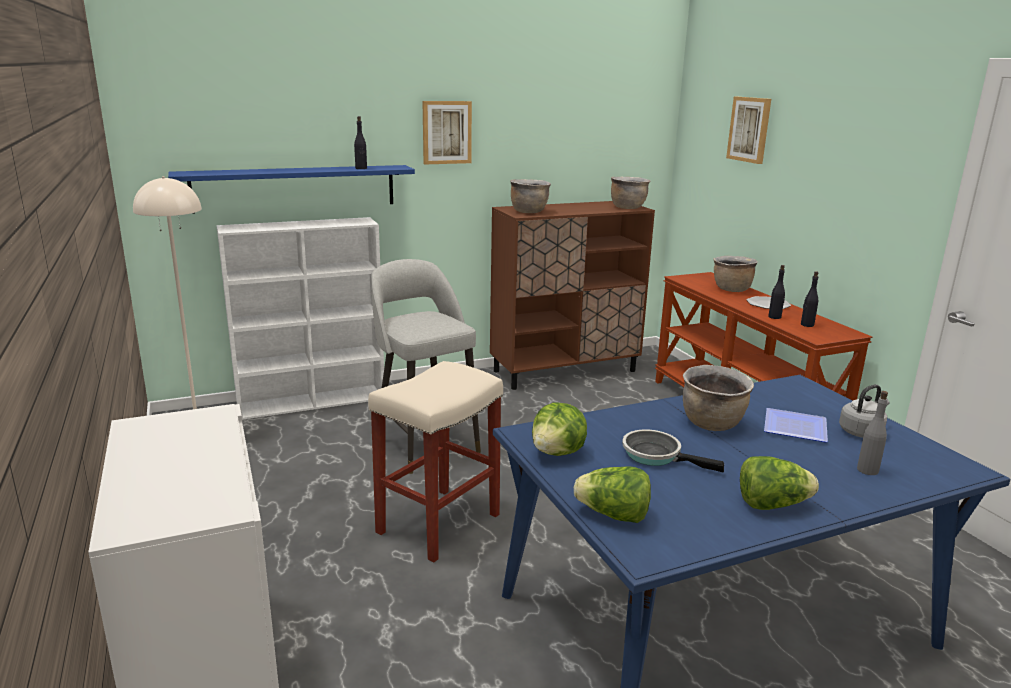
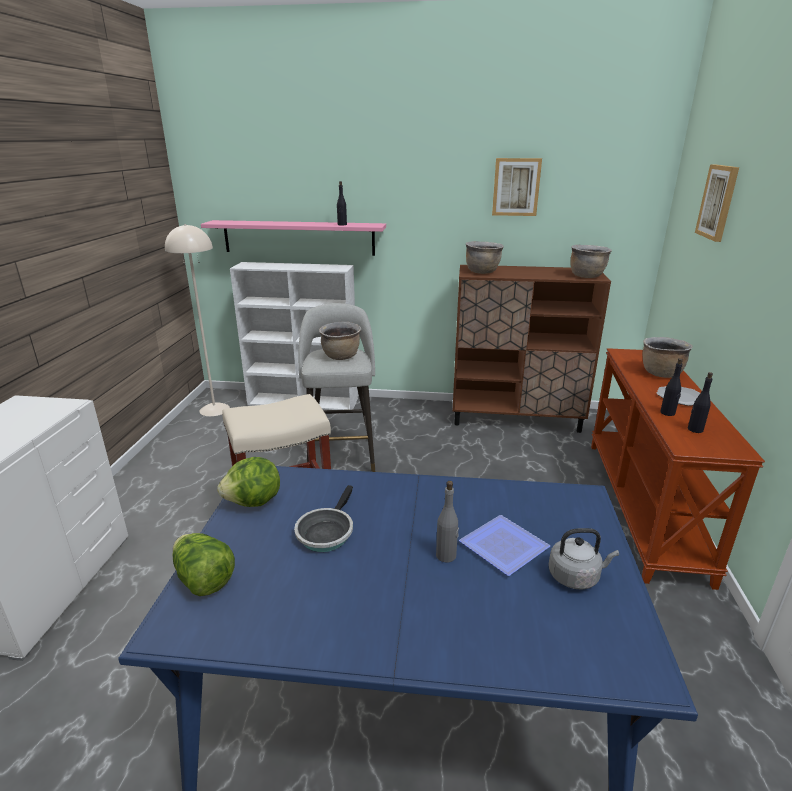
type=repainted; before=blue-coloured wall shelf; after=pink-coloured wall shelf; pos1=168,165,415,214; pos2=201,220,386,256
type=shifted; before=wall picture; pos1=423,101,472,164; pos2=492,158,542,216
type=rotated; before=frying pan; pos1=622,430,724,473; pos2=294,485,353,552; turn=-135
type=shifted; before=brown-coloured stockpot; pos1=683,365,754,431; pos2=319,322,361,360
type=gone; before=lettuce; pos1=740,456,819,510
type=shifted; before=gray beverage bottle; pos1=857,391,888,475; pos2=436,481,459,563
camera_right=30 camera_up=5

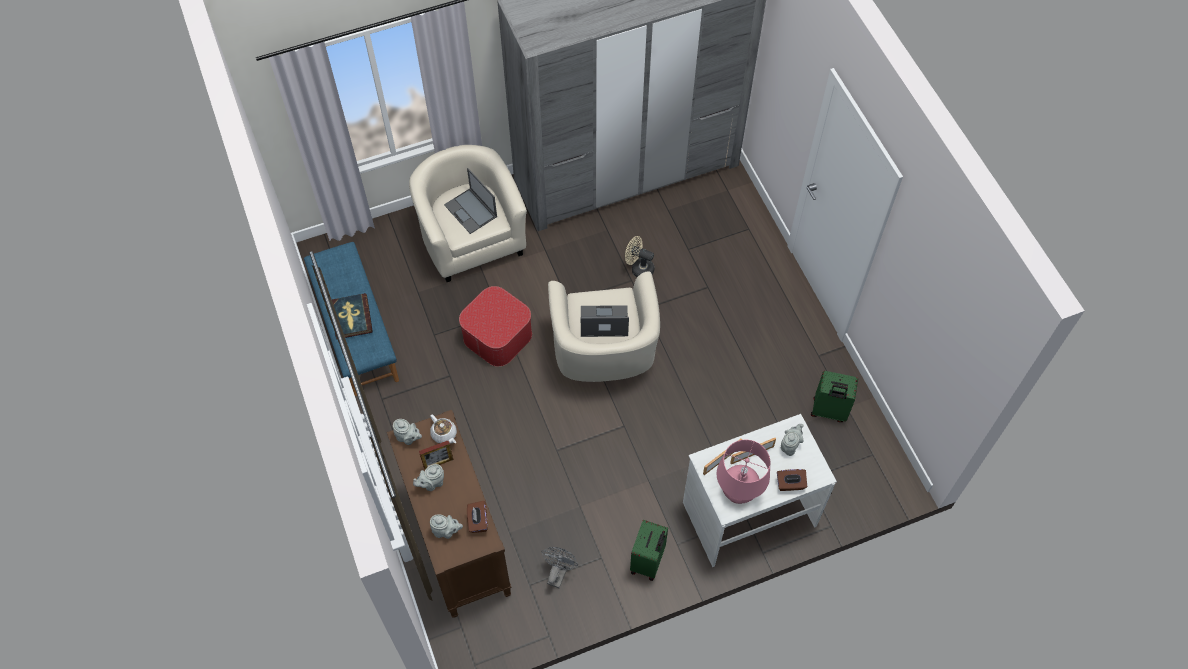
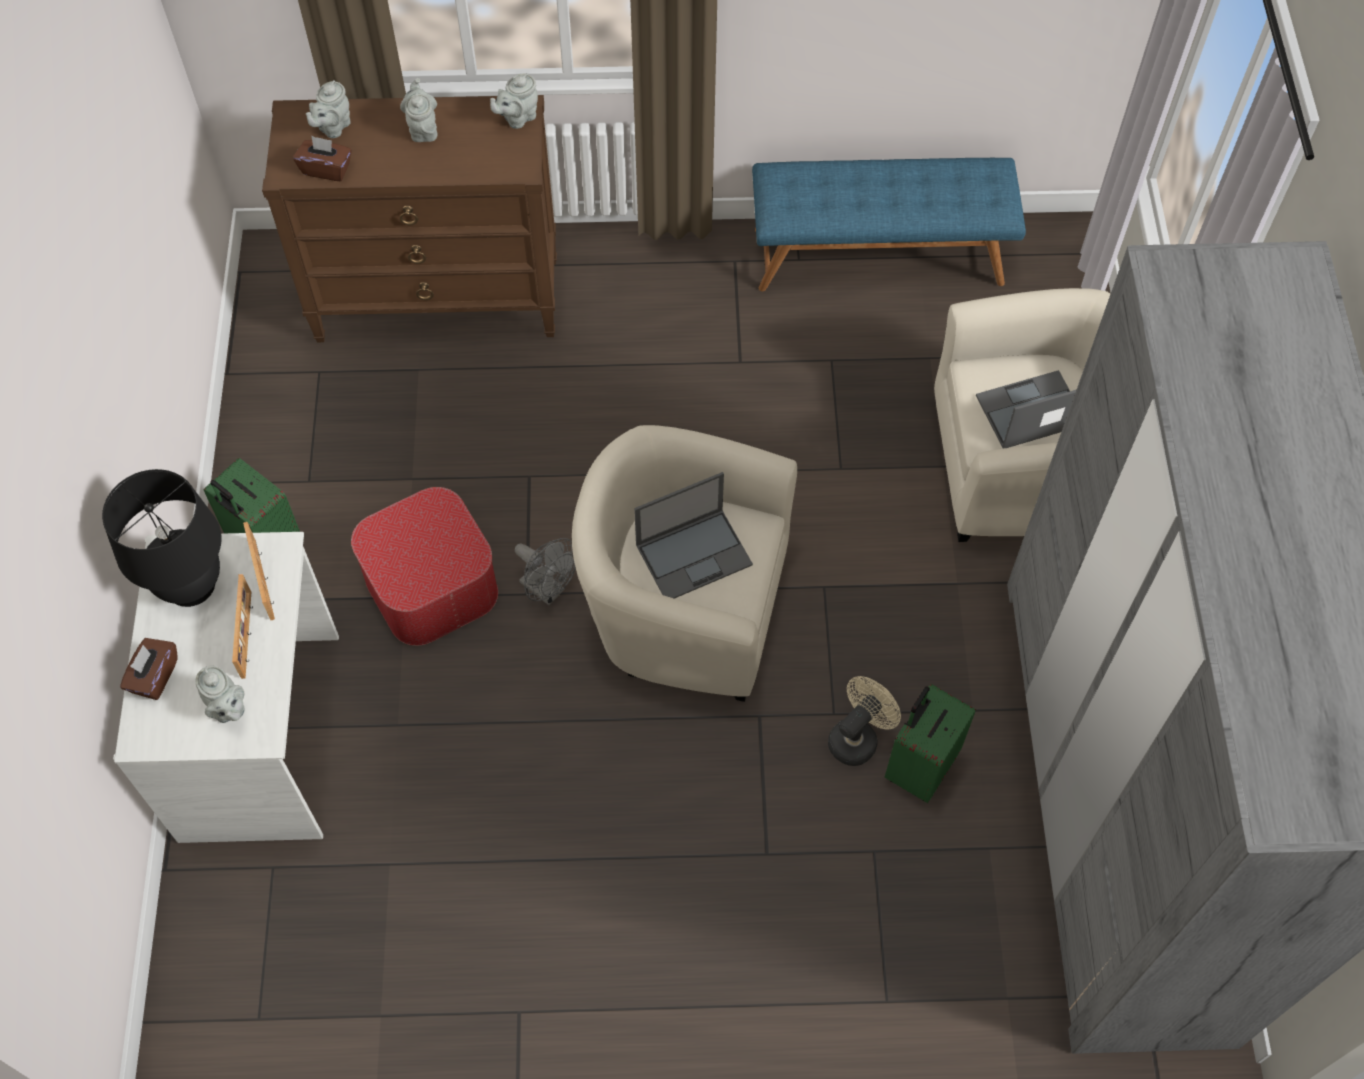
type=gone; before=book; pos1=332,293,373,339
type=gone; before=standing frame; pos1=419,441,454,470
type=gone; before=white-coloured teapot; pos1=430,414,457,443
type=shifted; before=ottoman; pos1=459,286,532,367; pos2=351,487,498,646
type=shifted; before=gray cooling fan; pos1=541,547,578,588; pos2=515,538,576,605
type=rotated; before=notebook computer; pos1=581,305,629,337; pos2=634,472,753,599; turn=45
type=repainted; before=pink-coloured tabletop lamp; after=black-coloured tabletop lamp; pos1=717,440,770,504; pos2=102,469,222,607
type=shifted; before=green-coloured suitcase; pos1=811,371,858,422; pos2=885,684,976,803
camera_right=110 camera_up=0

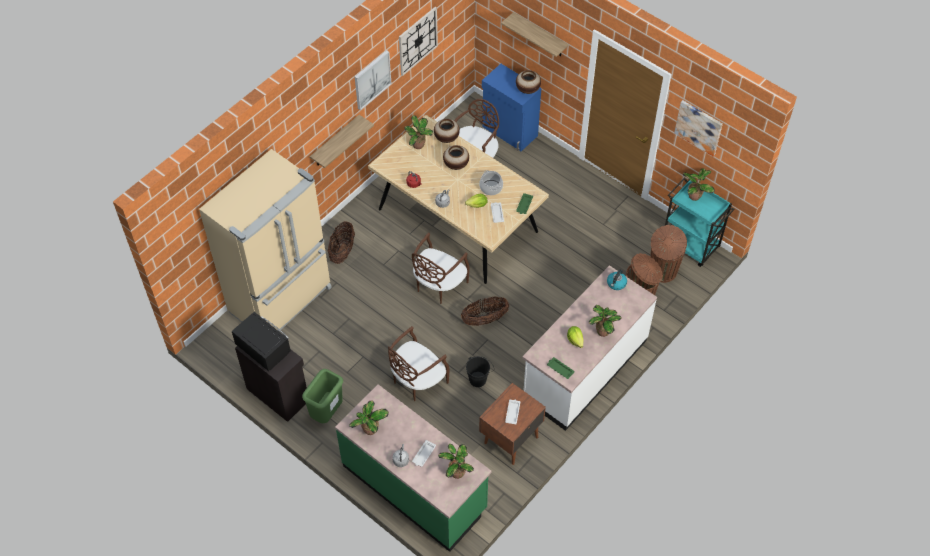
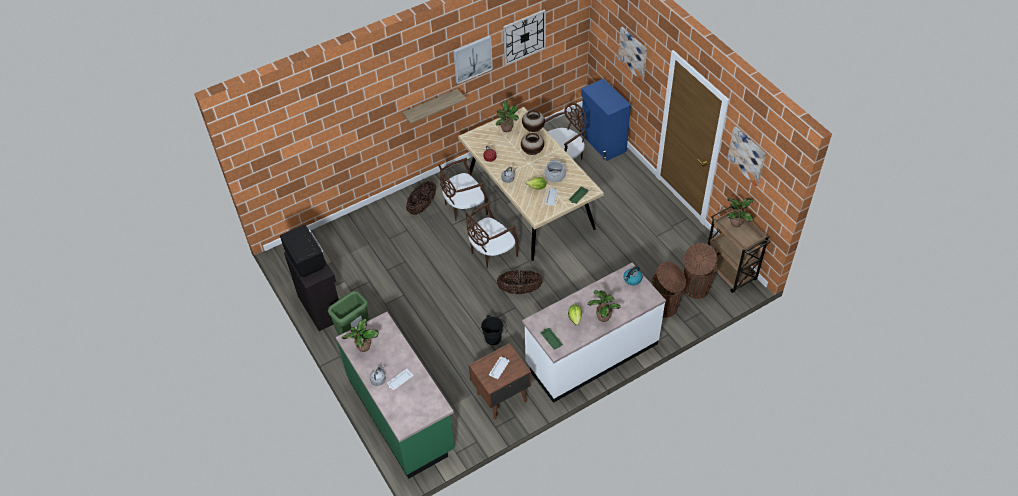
type=gone; before=beige refrigerator; pos1=199,149,332,331
type=shifted; before=brown-coloured plain chair; pos1=388,326,450,401; pos2=439,158,488,221
type=gone; before=houseplant; pos1=438,444,474,479
type=swapped; before=wall shelf; after=wall picture; pos1=501,12,569,57; pos2=618,27,647,82
type=gone; before=flower vase; pos1=516,70,541,94
type=repainted; before=turquoise cart; after=brown-coloured cart; pos1=665,178,735,267; pos2=708,205,770,293
camera_right=20 camera_up=-5

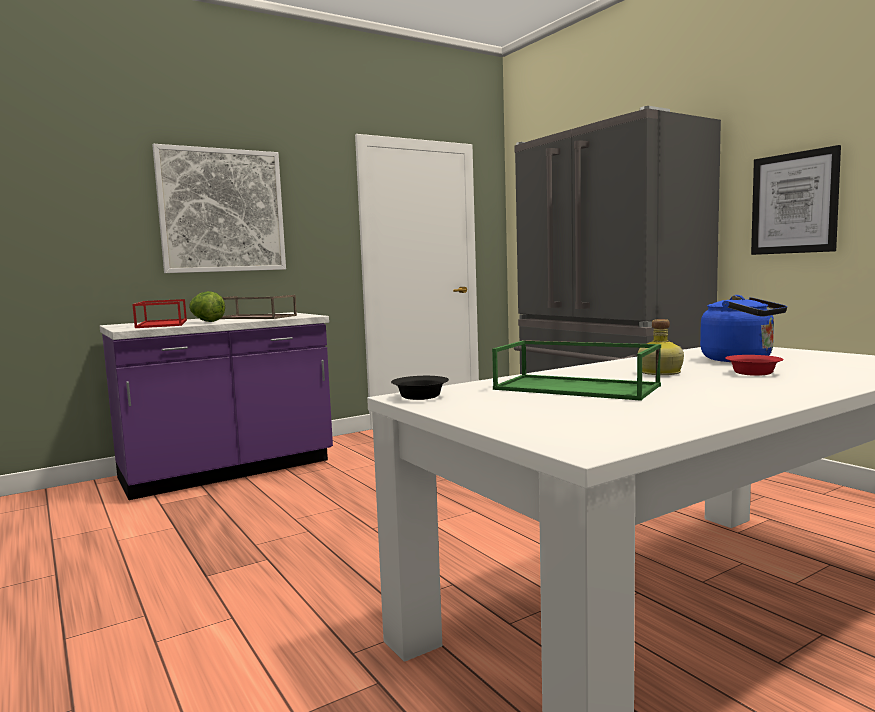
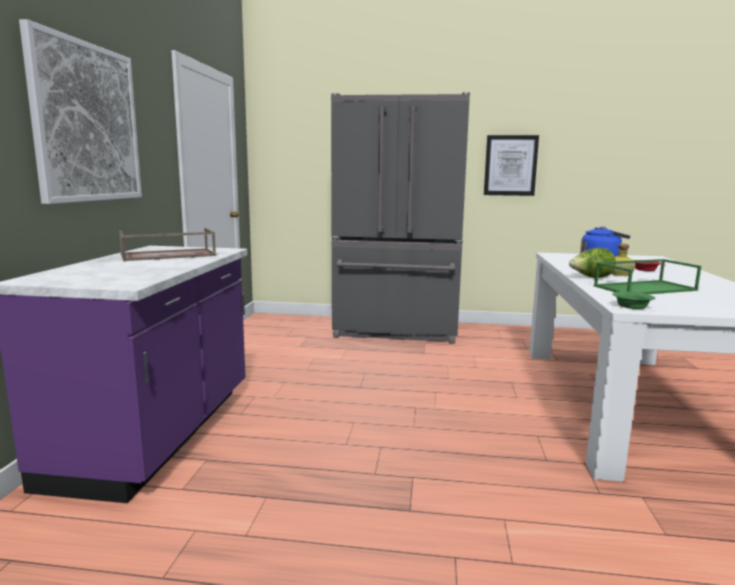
type=gone; before=red tray; pos1=132,299,187,328
type=shifted; before=lettuce; pos1=189,291,225,322; pos2=569,247,616,278
type=repainted; before=black-coloured serving bowl; after=green-coloured serving bowl; pos1=391,376,449,400; pos2=612,292,655,309
camera_right=-50 camera_up=5

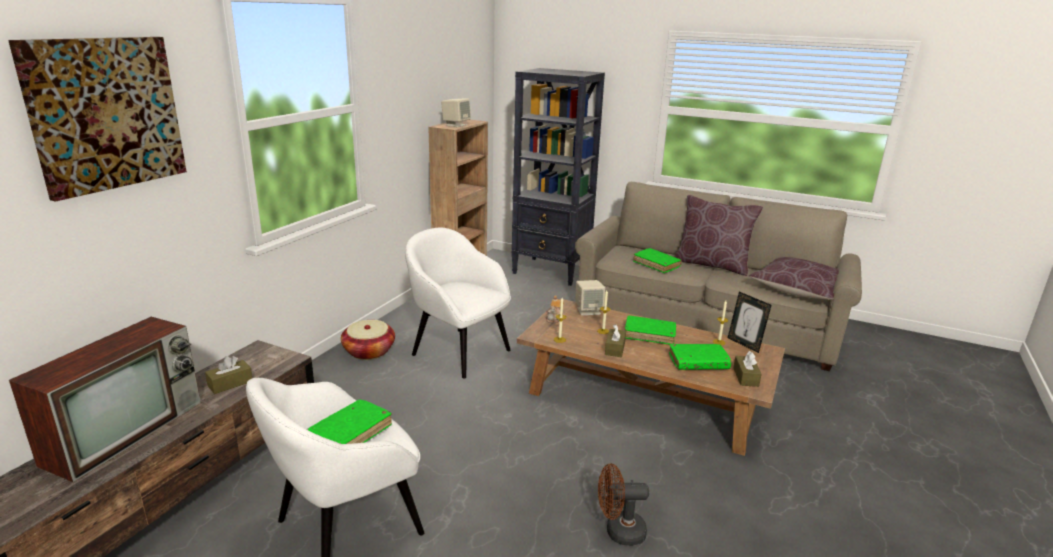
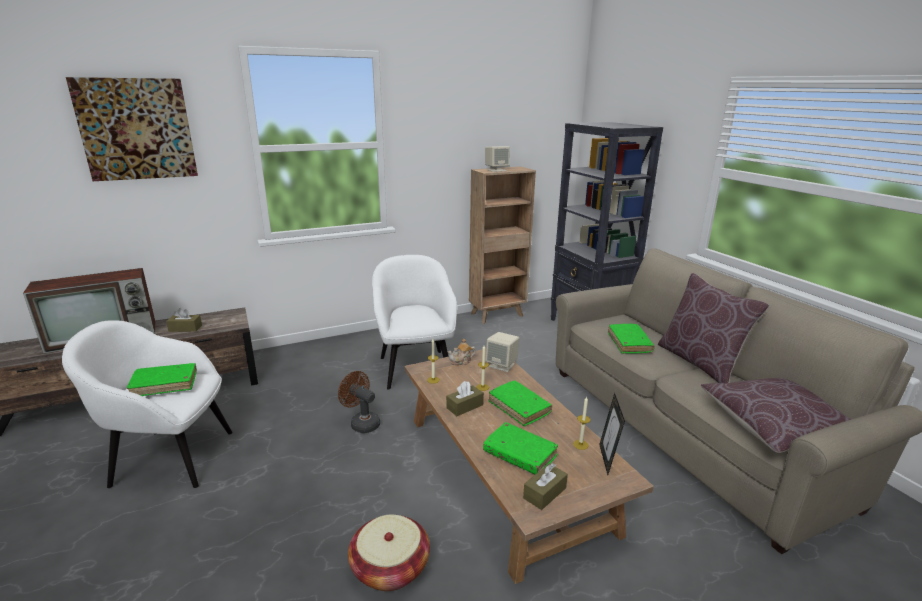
type=shifted; before=storage basket; pos1=341,320,395,360; pos2=348,515,430,591
type=shifted; before=brown-coloured cooling fan; pos1=598,463,649,546; pos2=338,371,380,433
camera_right=40 camera_up=0

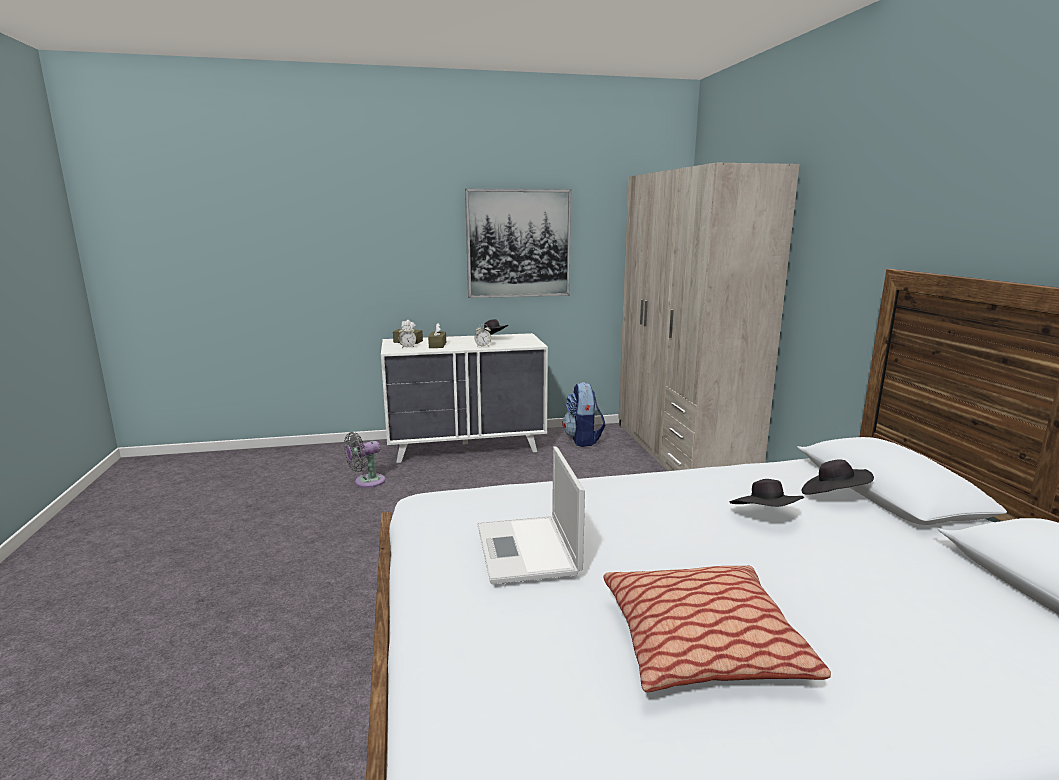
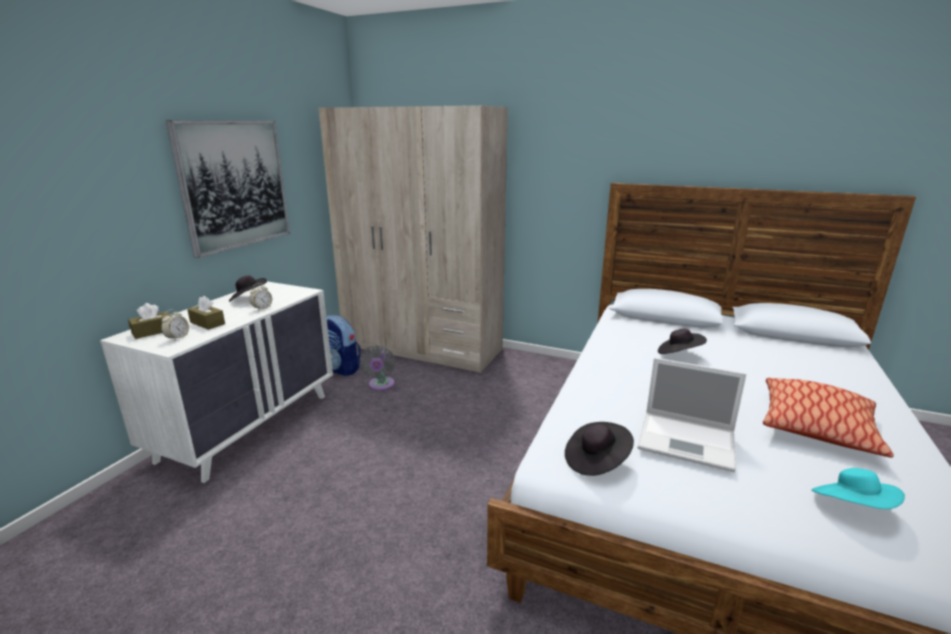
type=shifted; before=gray cooling fan; pos1=344,432,385,488; pos2=359,345,396,390
type=shifted; before=black-coloured hat; pos1=801,459,874,495; pos2=565,422,634,476
type=new; after=turquoise hat; pos2=811,468,905,509
camera_right=-55 camera_up=5

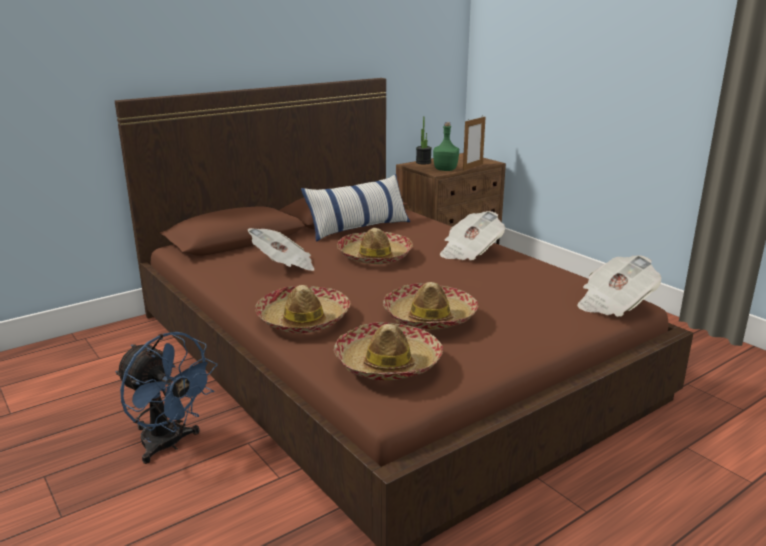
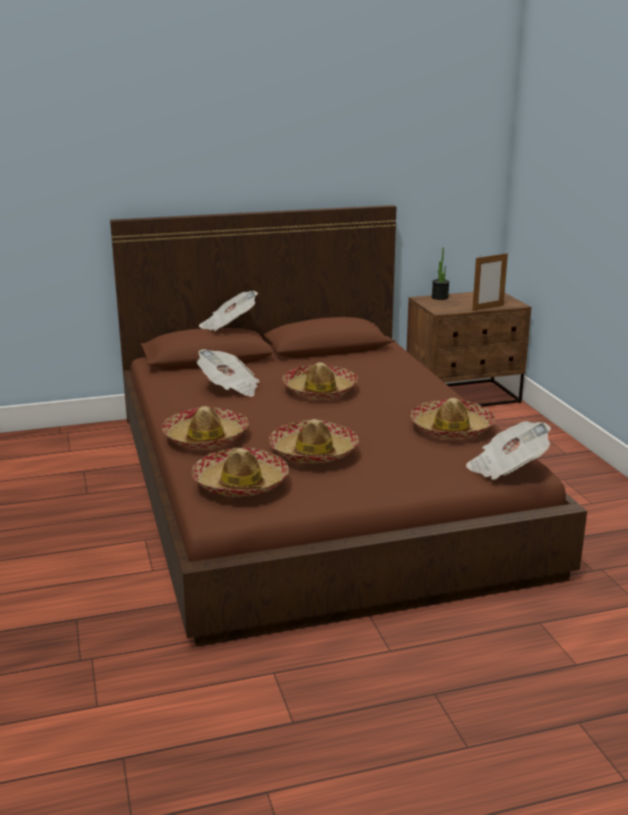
type=gone; before=blue-coloured cooling fan; pos1=115,332,217,464
type=gone; before=cushion; pos1=301,174,410,242
type=gone; before=green-coloured beverage bottle; pos1=433,122,459,171
type=shifted; before=newspaper; pos1=440,211,505,261; pos2=199,291,258,331
type=new; after=hat; pos2=411,398,495,439
camera_right=20 camera_up=0

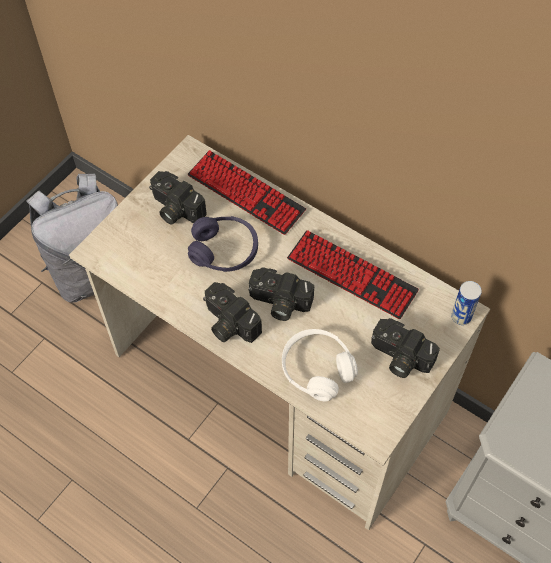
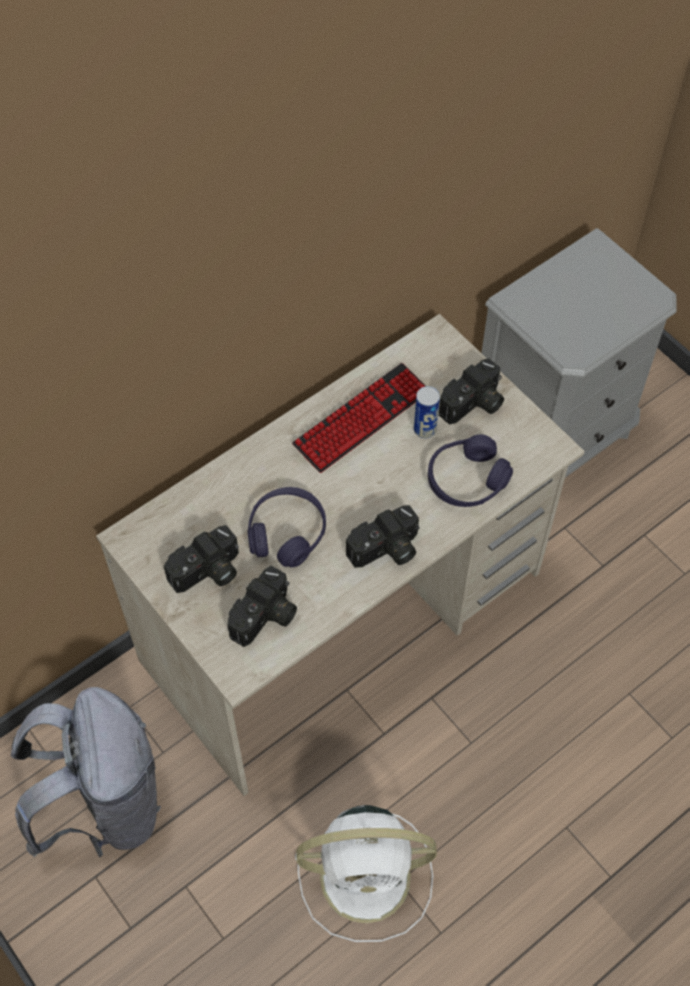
type=gone; before=PC keyboard; pos1=188,150,306,235
type=shifted; before=still camera; pos1=249,267,314,321; pos2=228,566,297,647
type=repainted; before=white-coloured headphones; after=purple-coloured headphones; pos1=282,329,358,402; pos2=428,434,513,507
type=shifted; before=can; pos1=451,281,482,325; pos2=414,386,440,438
type=new; after=white-coloured cooling fan; pos2=295,805,437,942
camera_right=-75 camera_up=0

